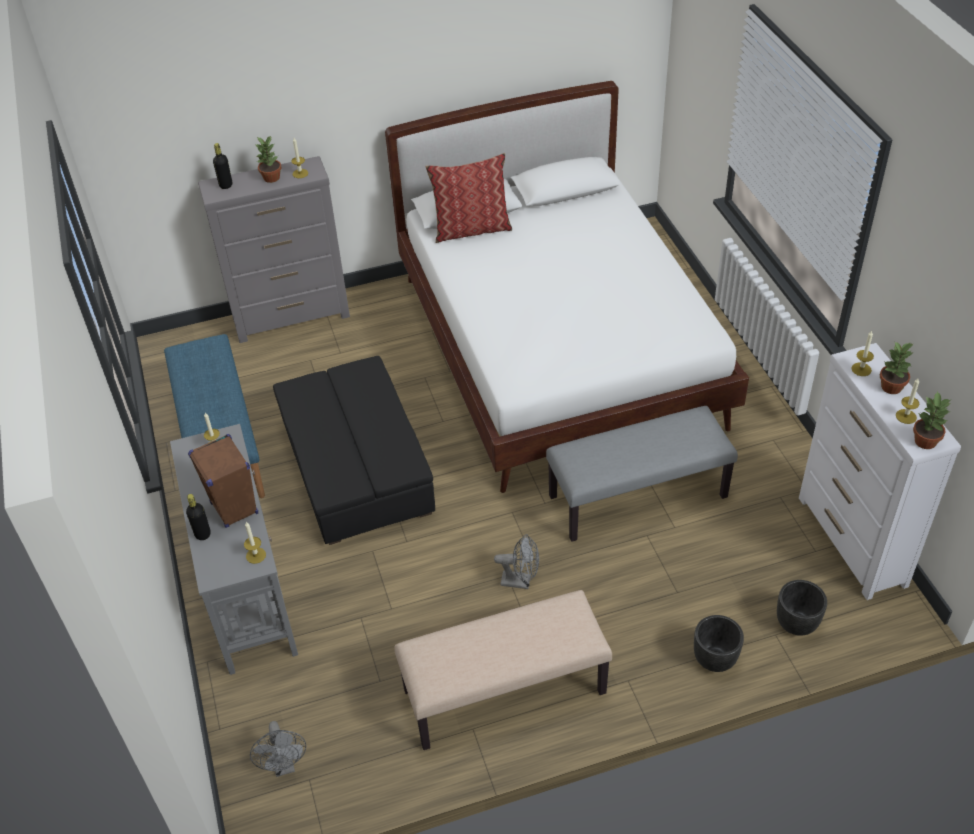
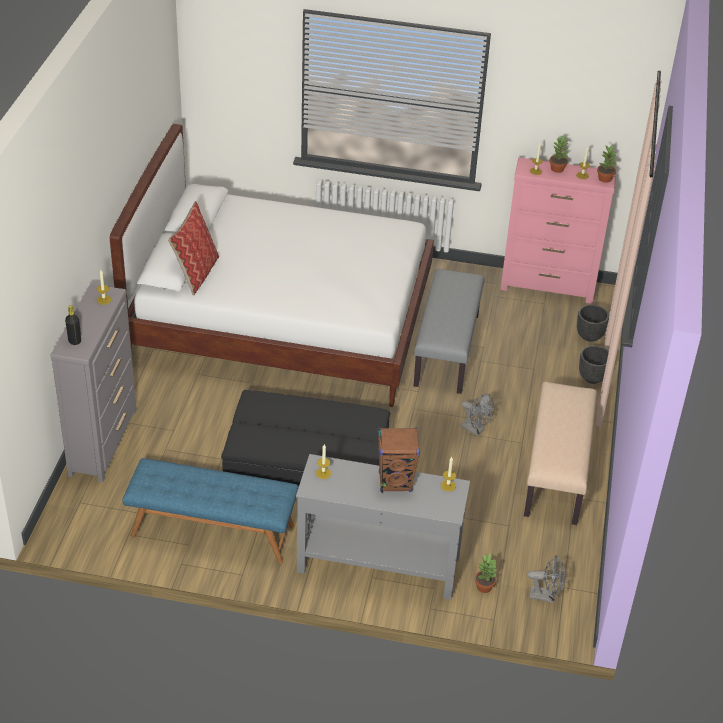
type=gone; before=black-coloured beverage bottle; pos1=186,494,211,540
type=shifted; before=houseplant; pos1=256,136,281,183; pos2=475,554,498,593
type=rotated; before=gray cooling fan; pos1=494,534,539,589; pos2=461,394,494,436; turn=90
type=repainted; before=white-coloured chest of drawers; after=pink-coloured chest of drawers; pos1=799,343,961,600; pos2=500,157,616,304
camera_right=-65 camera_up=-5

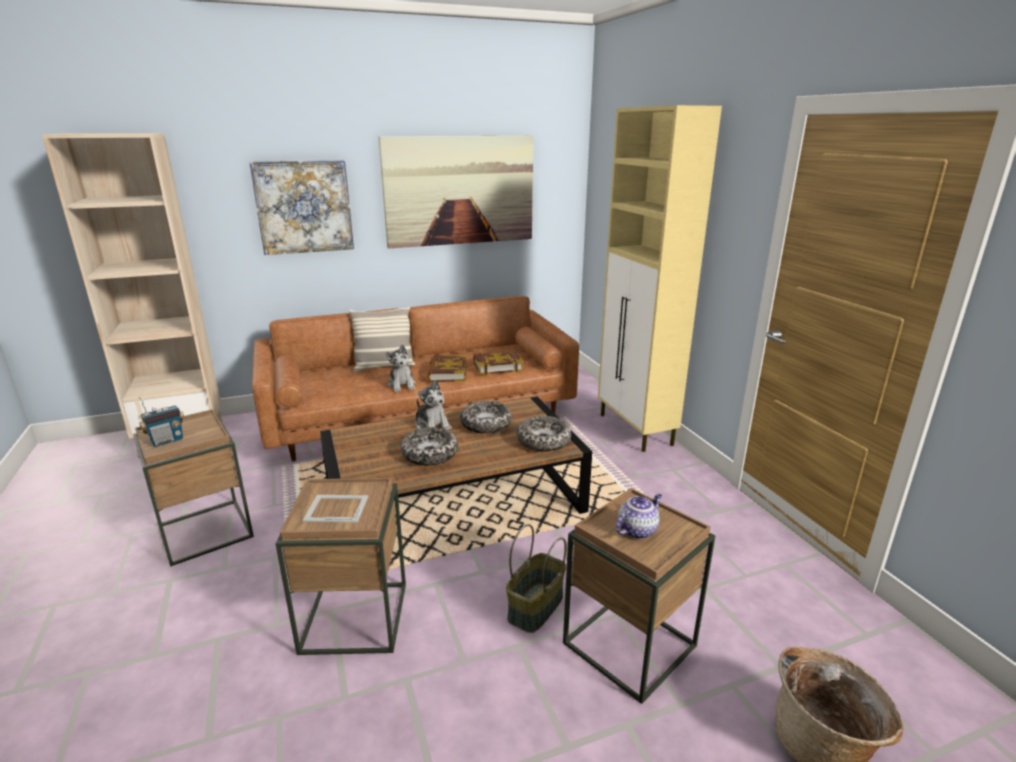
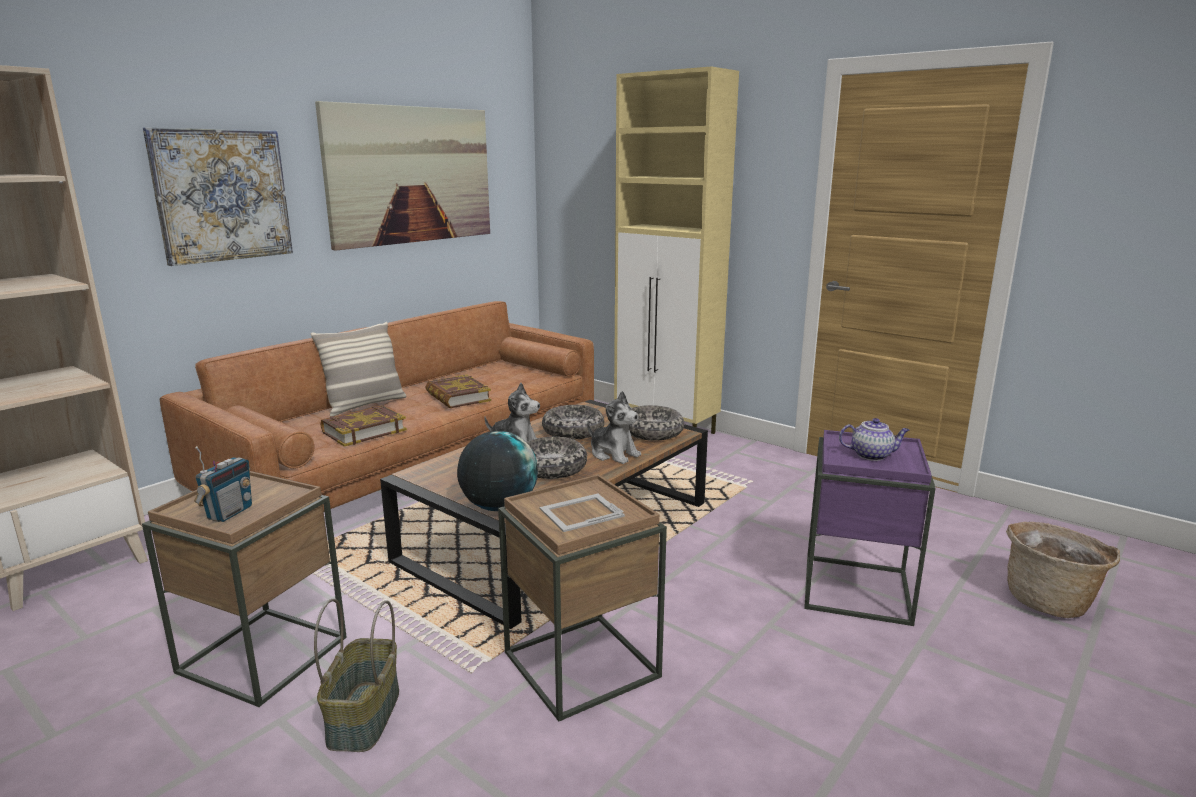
type=shifted; before=cuddly toy; pos1=385,345,416,392; pos2=587,391,641,464
type=shifted; before=book; pos1=473,351,524,375; pos2=321,405,407,447
type=shifted; before=storage basket; pos1=506,524,567,633; pos2=314,599,399,752
type=repainted; before=brown-coloured side table; after=purple-coloured side table; pos1=563,488,715,704; pos2=804,430,936,626
type=rotated; before=teapot; pos1=615,494,662,539; pos2=839,418,909,461; turn=75
type=new; after=globe; pos2=457,431,538,511
camera_right=-30 camera_up=-5

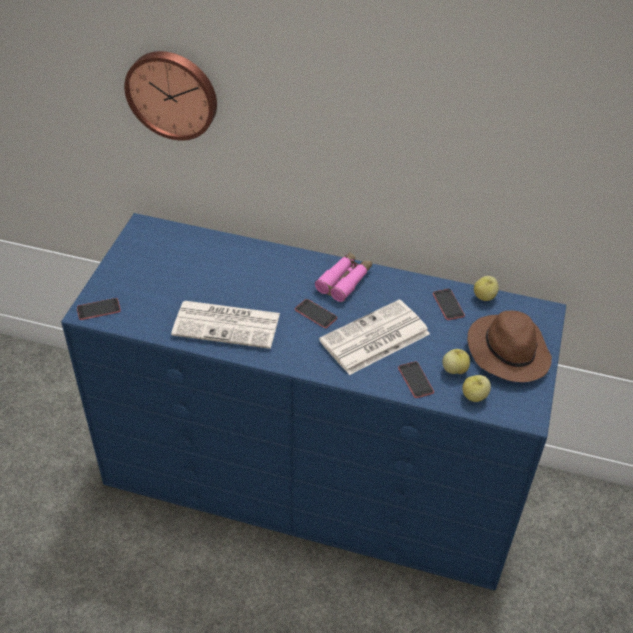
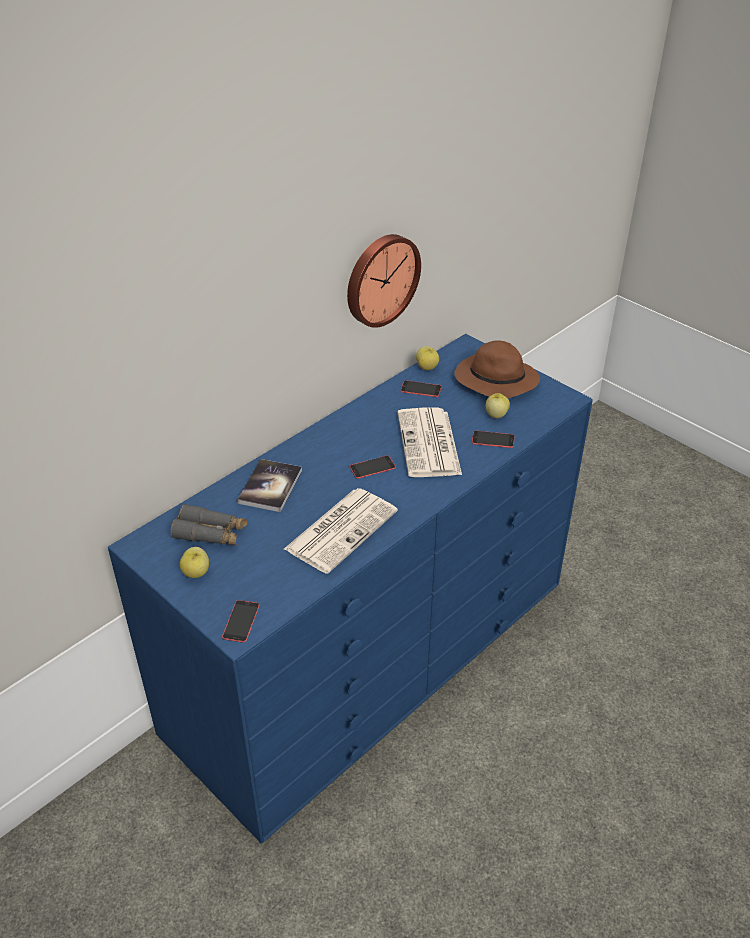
type=shifted; before=wall clock; pos1=124,51,217,141; pos2=347,234,421,328
type=gone; before=pink-coloured binoculars; pos1=315,252,372,302
type=shifted; before=apple fruit; pos1=462,375,491,402; pos2=179,547,209,578
type=new; after=gray binoculars; pos2=170,504,247,545
type=new; after=book; pos2=237,459,302,512
camera_right=-60 camera_up=-5

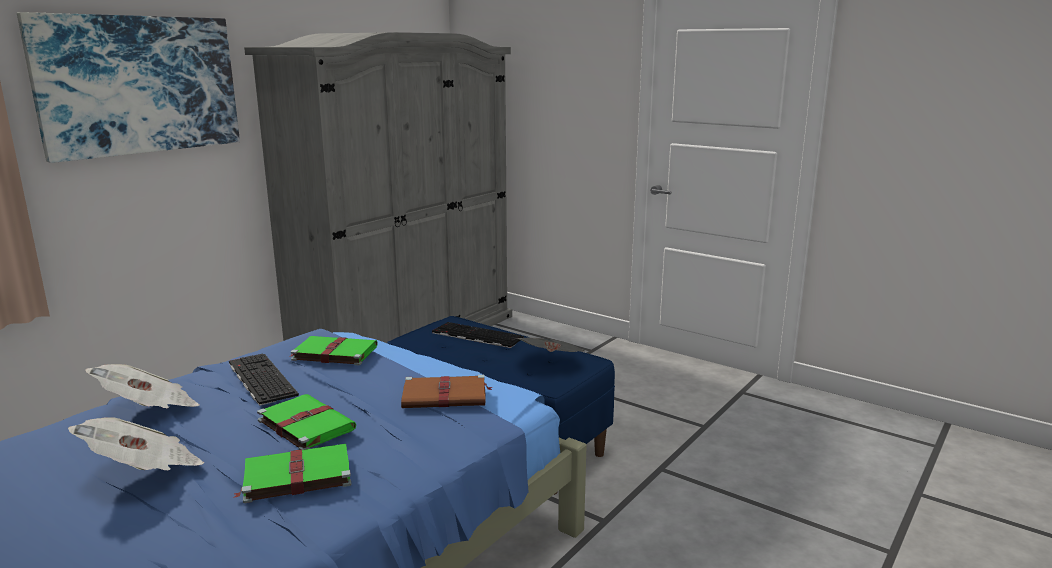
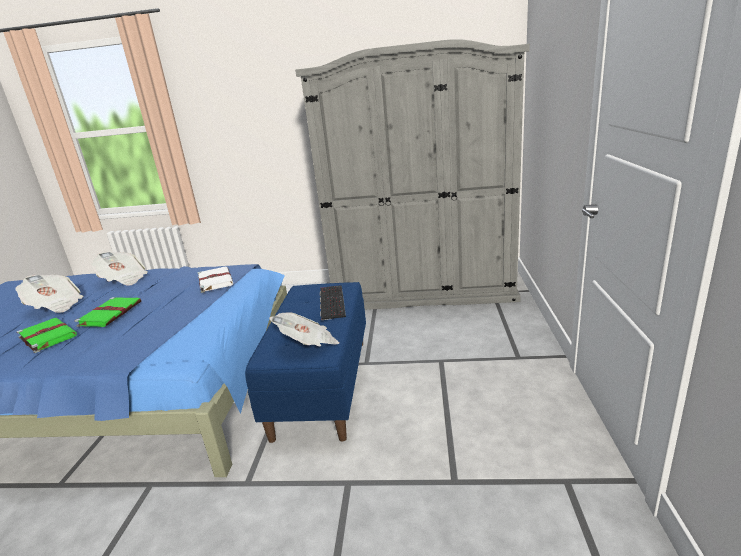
type=gone; before=wall picture; pos1=17,12,240,163
type=gone; before=PC keyboard; pos1=229,353,299,406
type=repainted; before=green-coloured book; after=white-coloured book; pos1=291,336,377,365; pos2=197,267,233,293
type=gone; before=brown-coloured book; pos1=401,375,492,408
camera_right=60 camera_up=5

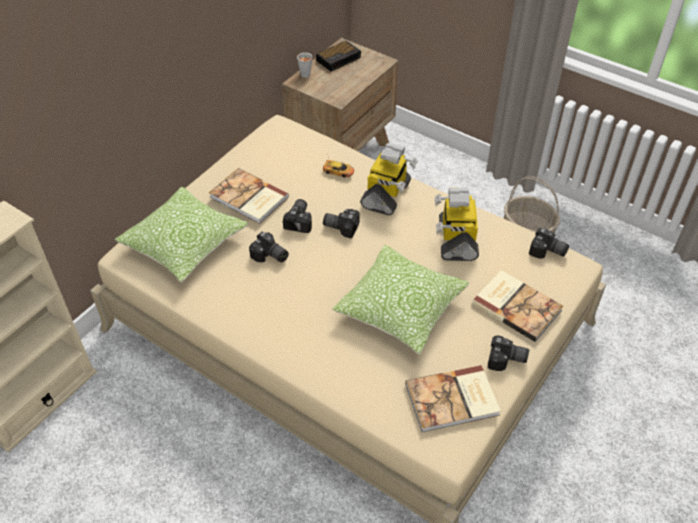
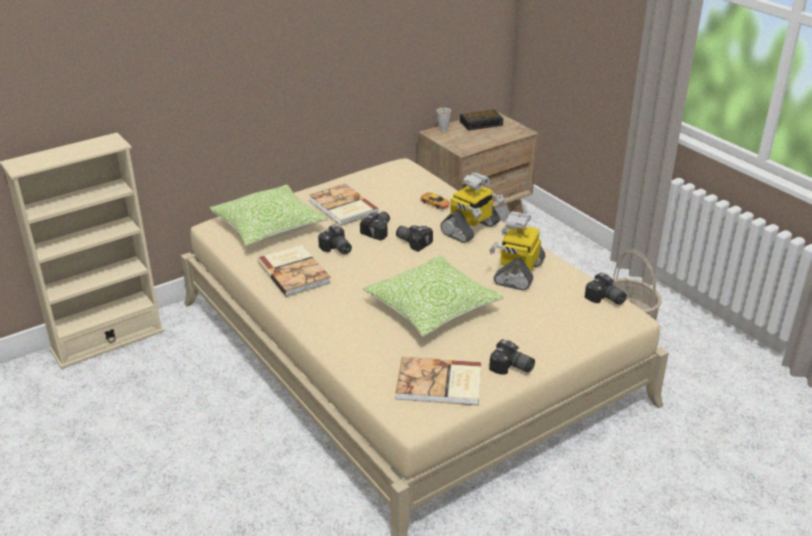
type=shifted; before=book; pos1=472,270,563,342; pos2=258,245,331,297
camera_right=20 camera_up=-15

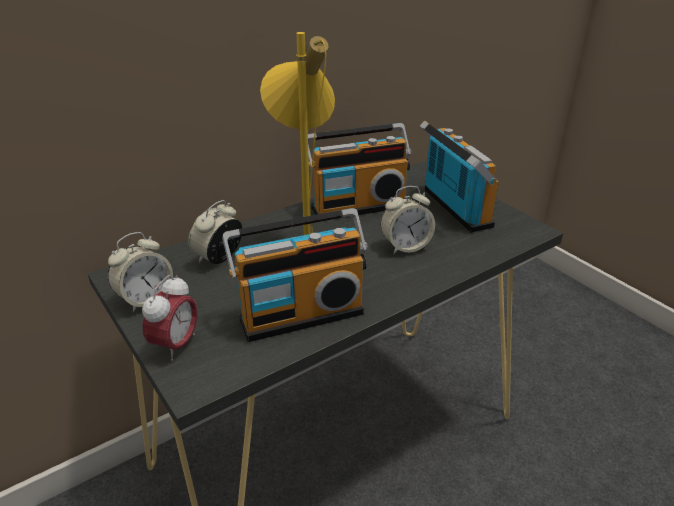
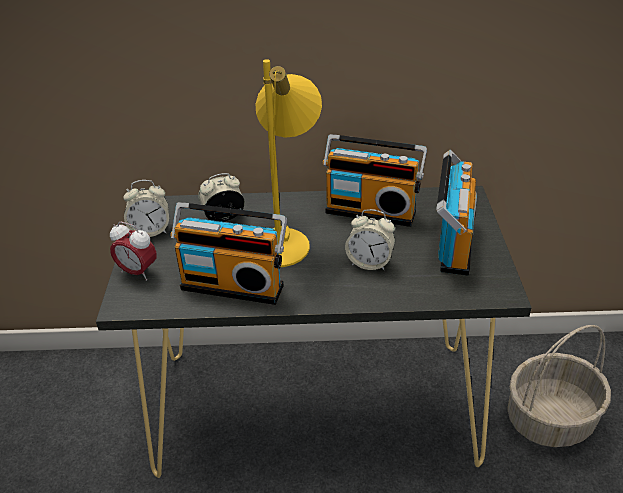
type=rotated; before=bedside clock; pos1=142,275,197,361; pos2=110,222,157,281; turn=60
type=new; after=storage basket; pos2=507,325,611,447
camera_right=35 camera_up=5

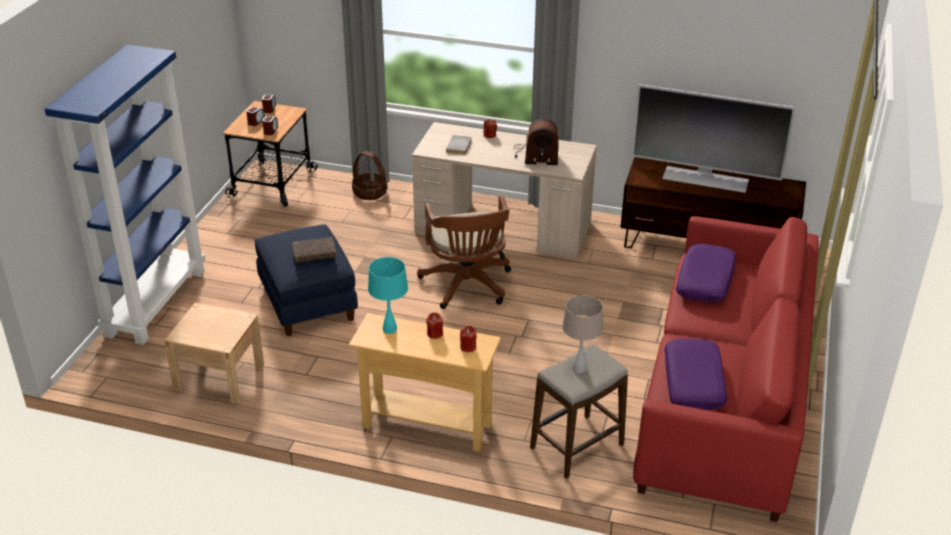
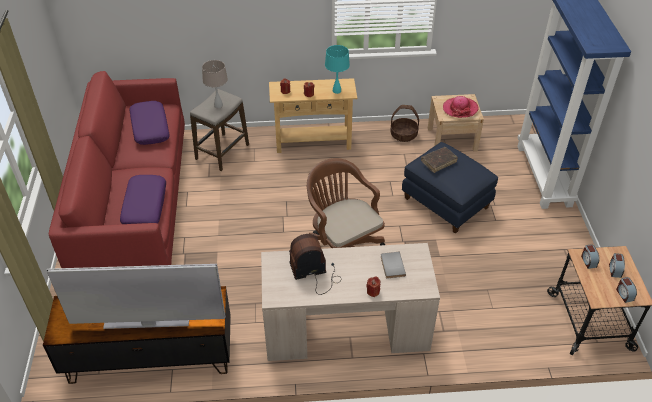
type=shifted; before=storage basket; pos1=352,151,387,200; pos2=390,105,419,142
type=new; after=hat; pos2=443,96,479,118
camera_right=160 camera_up=10

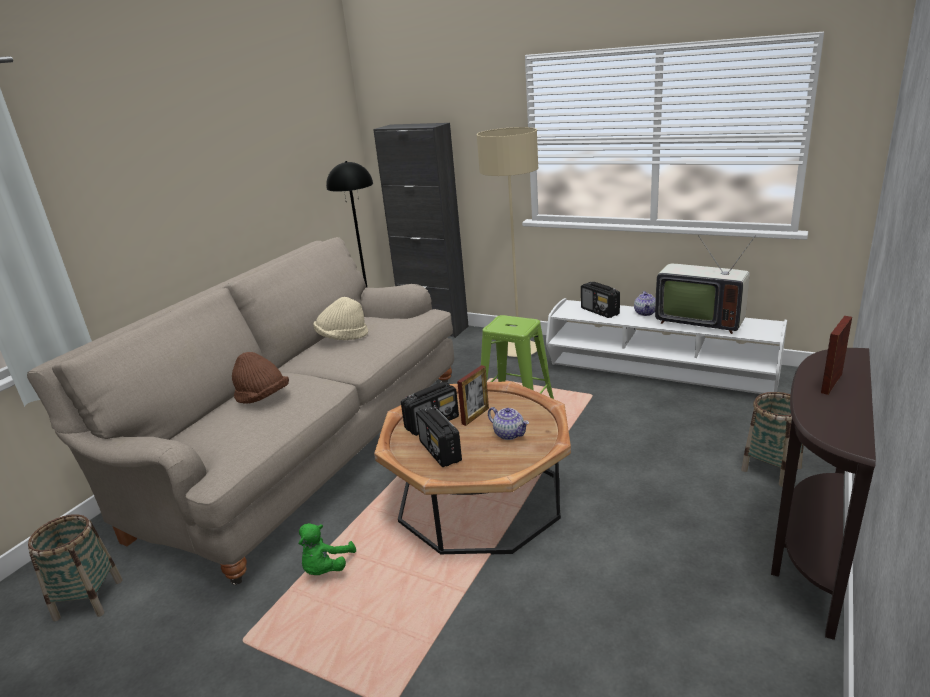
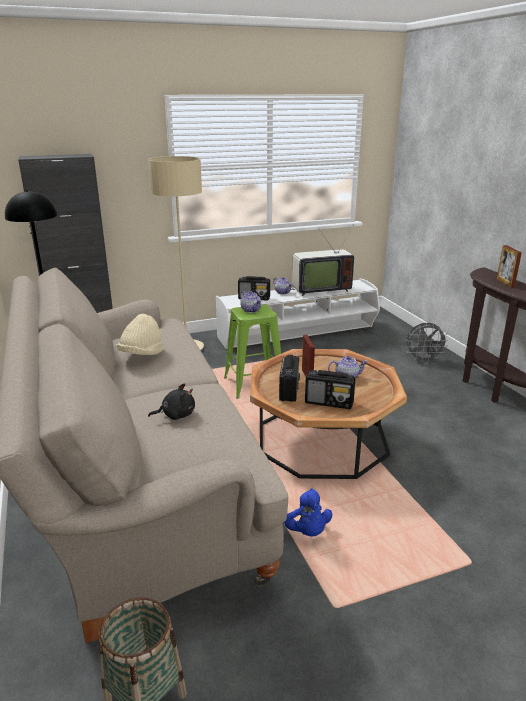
type=swapped; before=brown-coloured hat; after=black-coloured cuddly toy; pos1=232,352,289,404; pos2=148,383,195,420
type=repainted; before=green-coloured cuddly toy; after=blue-coloured cuddly toy; pos1=298,523,356,575; pos2=282,489,332,536
type=swapped; before=storage basket; after=gray cooling fan; pos1=741,392,804,487; pos2=406,323,449,362
type=new; after=teapot; pos2=240,291,261,313
camera_right=-50 camera_up=0

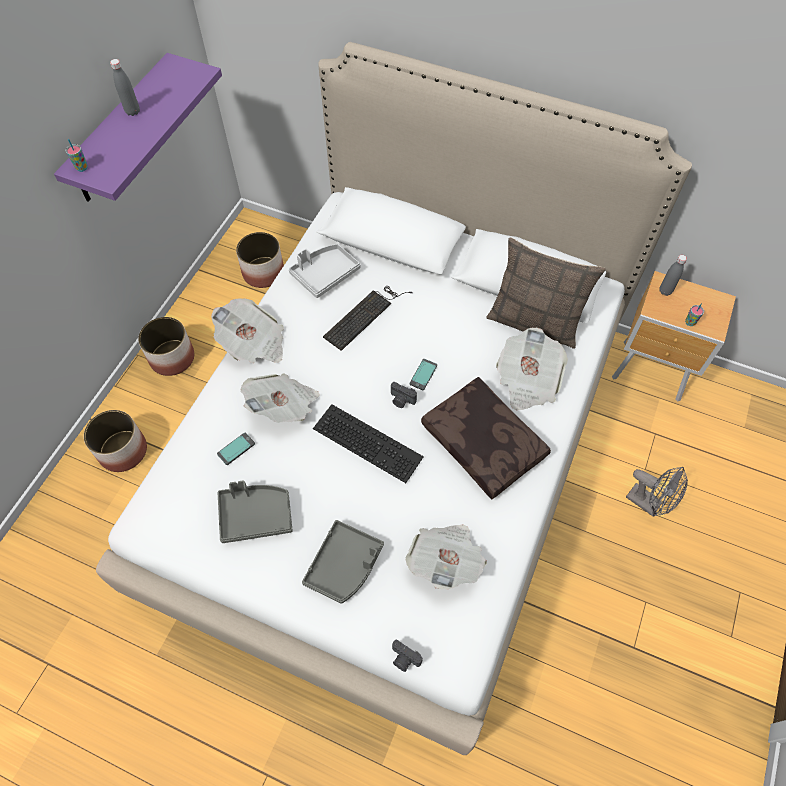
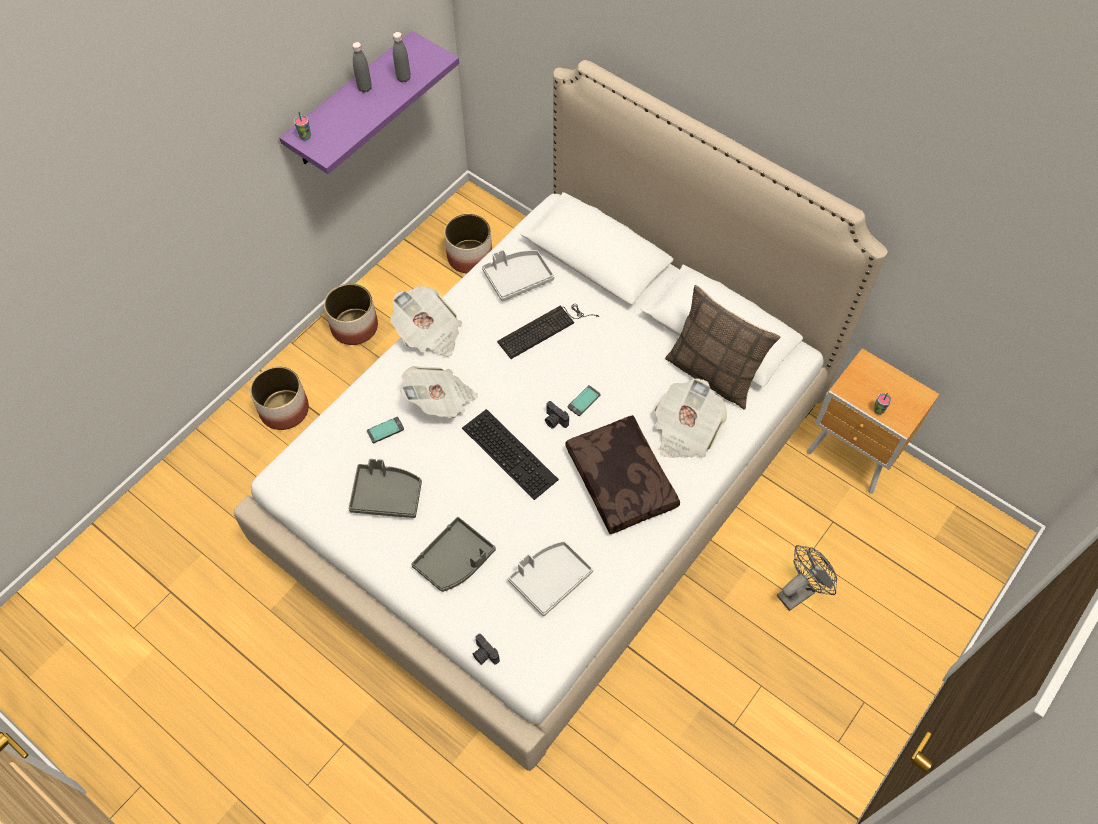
type=swapped; before=newspaper; after=gray tray; pos1=405,524,487,589; pos2=508,541,593,616
type=rotated; before=gray cooling fan; pos1=626,467,688,516; pos2=777,545,837,611; turn=-90
type=shifted; before=gray beverage bottle; pos1=659,255,687,296; pos2=393,32,411,82
camera_right=15 camera_up=0

